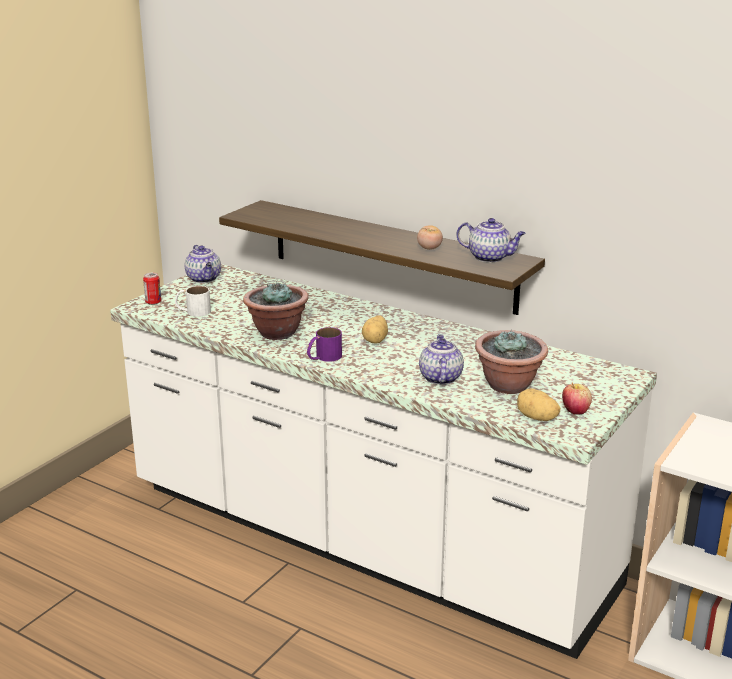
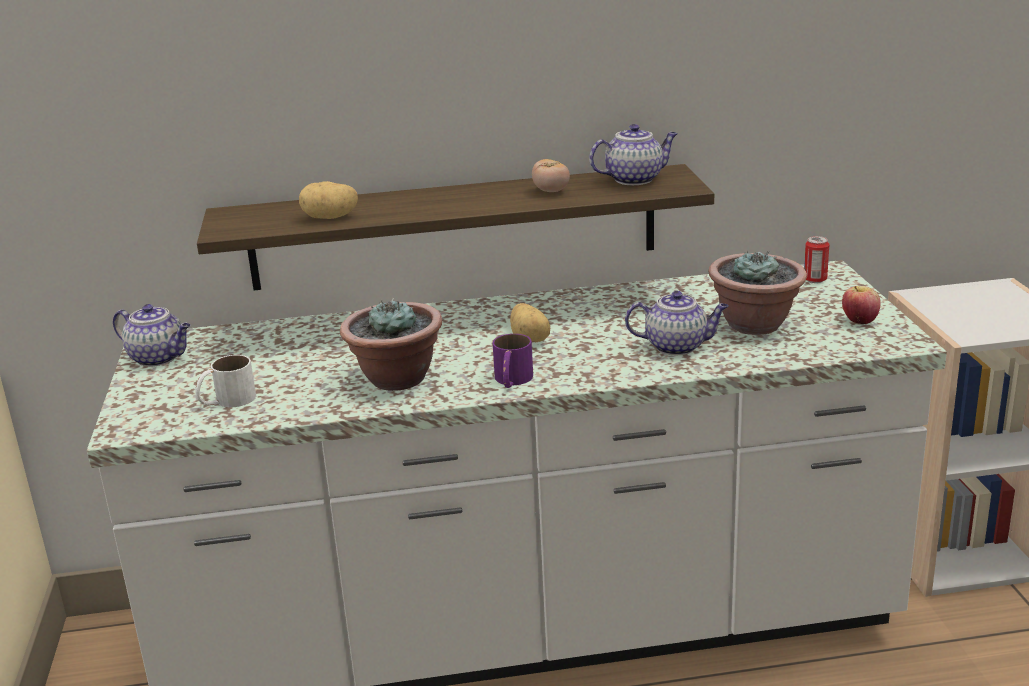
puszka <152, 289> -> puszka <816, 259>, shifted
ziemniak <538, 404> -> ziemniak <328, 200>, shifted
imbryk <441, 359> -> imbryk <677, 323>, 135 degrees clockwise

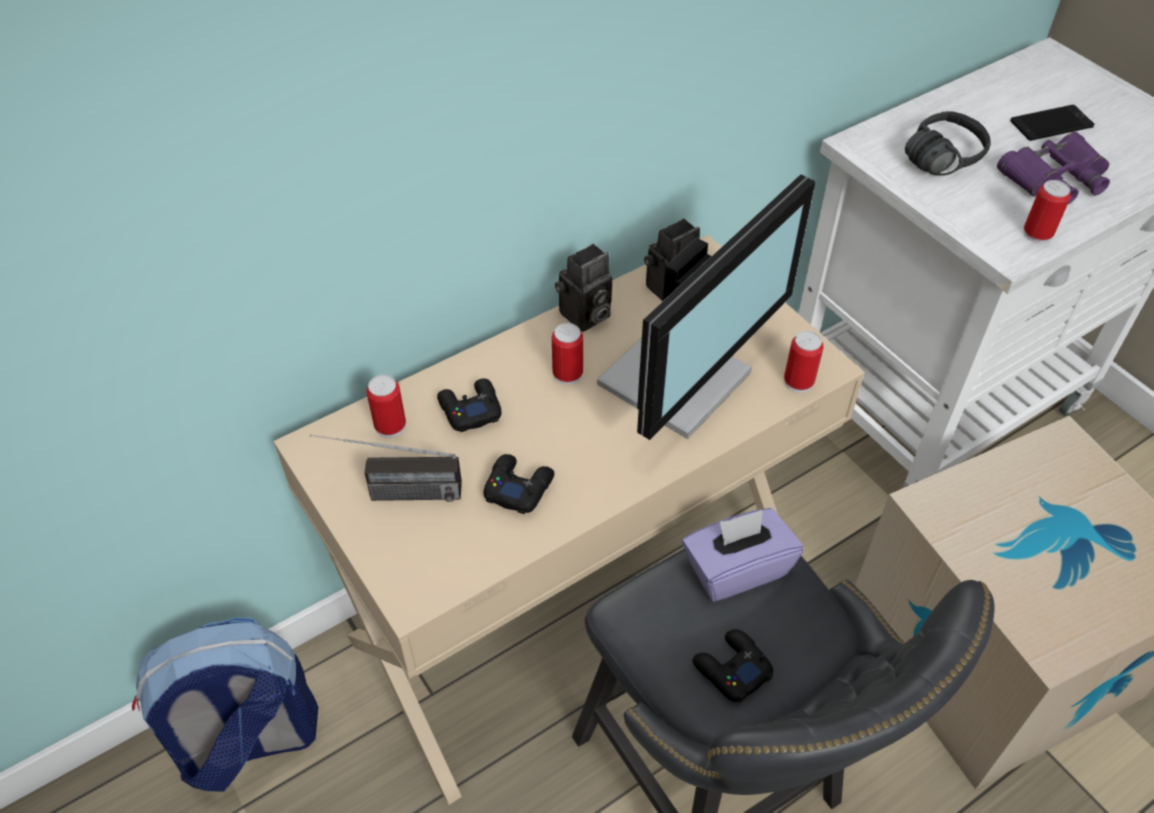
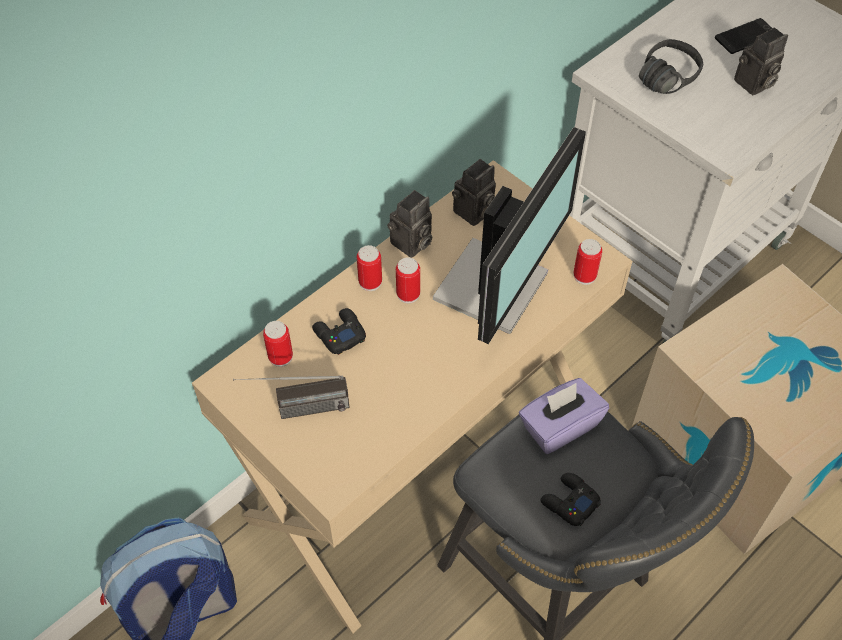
pad do gier (czarny) <519, 484> -> none
puszka <1047, 211> -> puszka <369, 268>, shifted
lornetka (fioletowy) <1053, 168> -> aparat fotograficzny <761, 61>

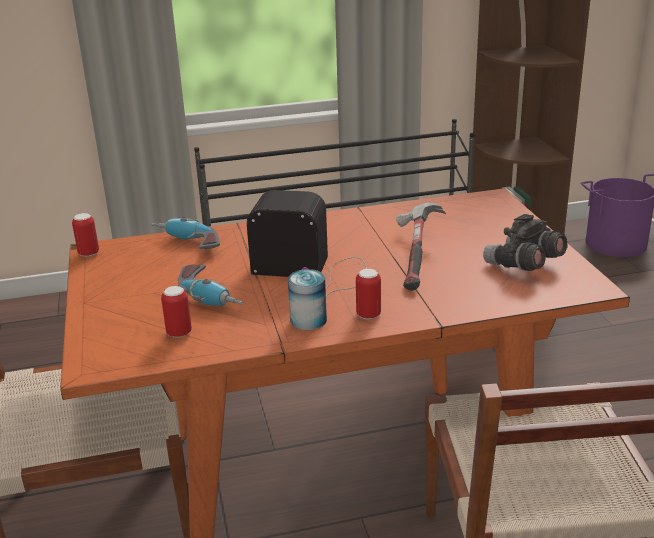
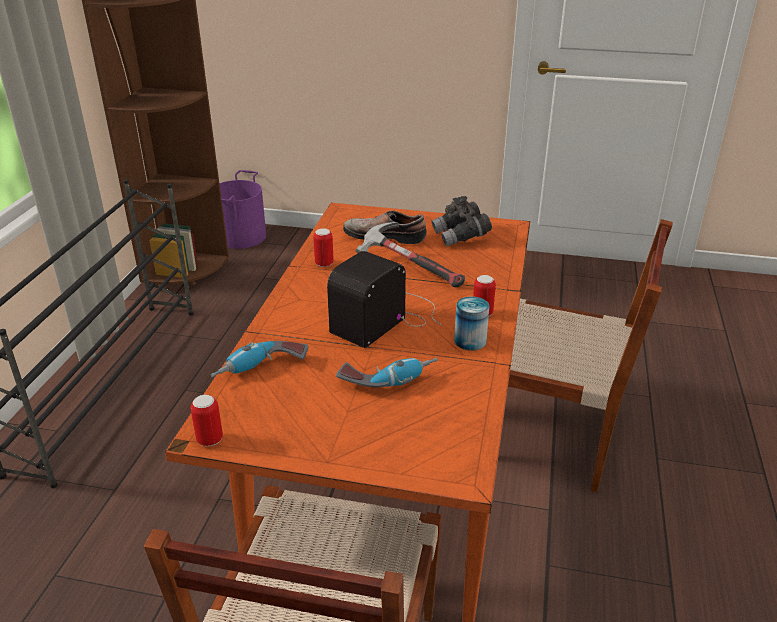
none -> but <385, 227>
puszka <176, 312> -> puszka <323, 247>, shifted

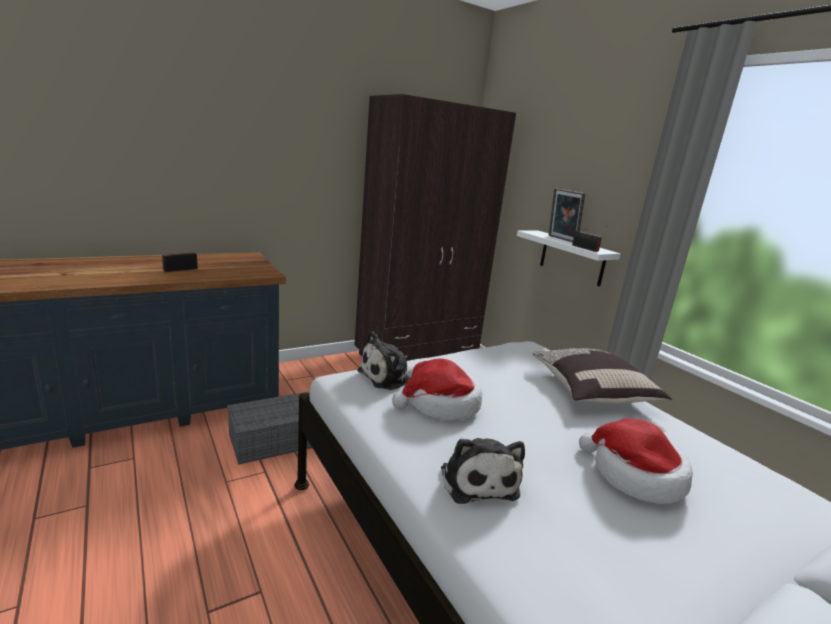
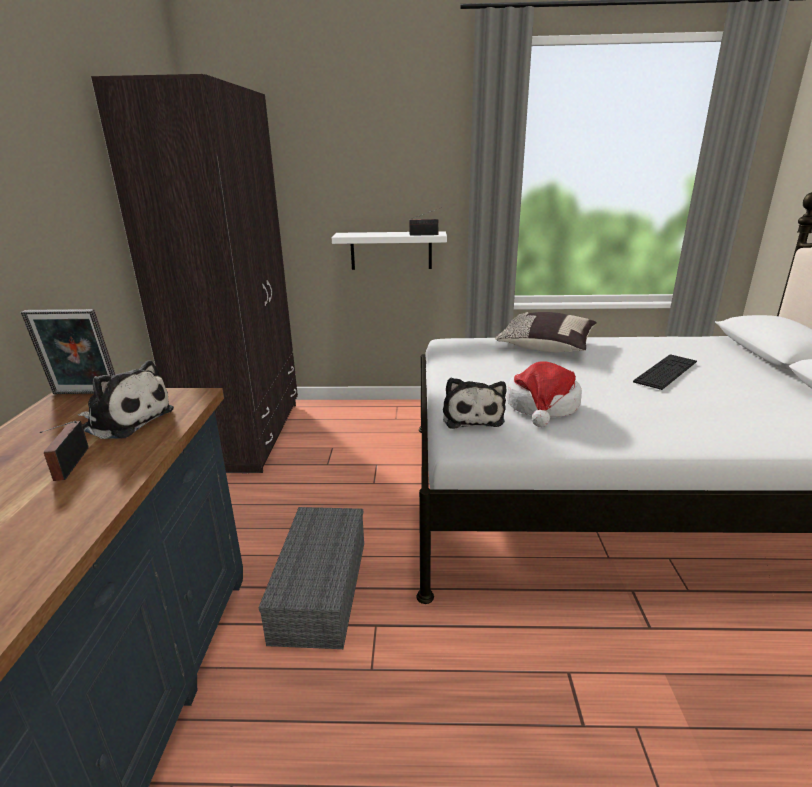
pluszak <483, 471> -> pluszak <126, 399>, shifted
ramka na zdjęcie <567, 215> -> ramka na zdjęcie <68, 351>, shifted
kapelusz <636, 461> -> klawiatura <665, 372>

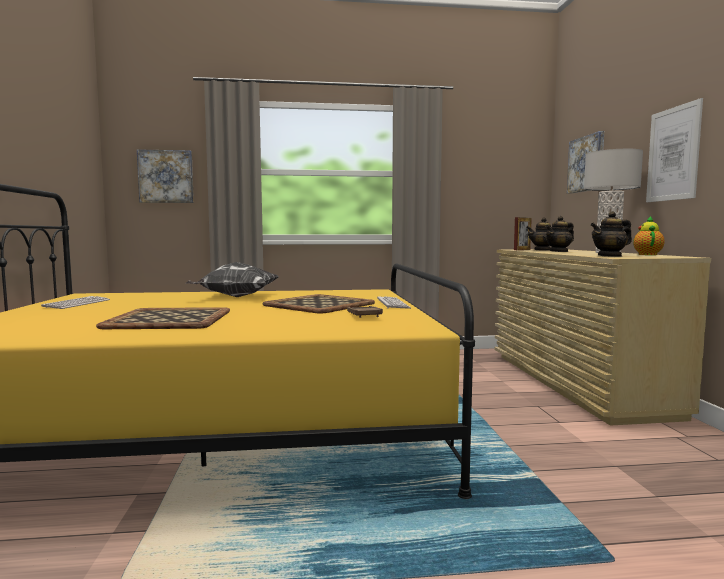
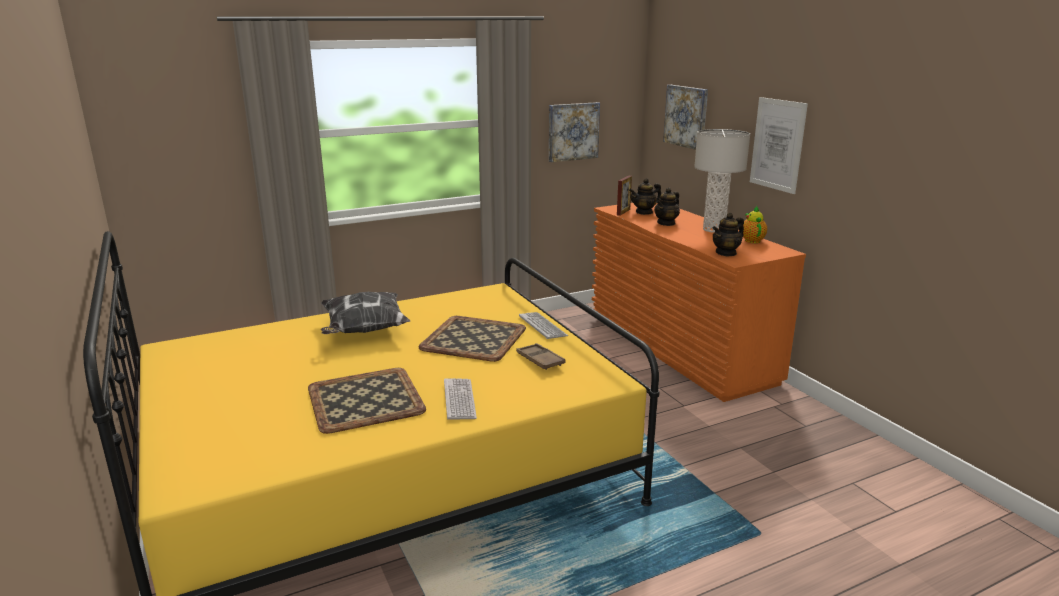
klawiatura <75, 302> -> klawiatura <460, 399>, shifted
obraz <165, 176> -> obraz <574, 132>, shifted
komoda (beżowy) <602, 337> -> komoda (pomarańczowy) <699, 302>

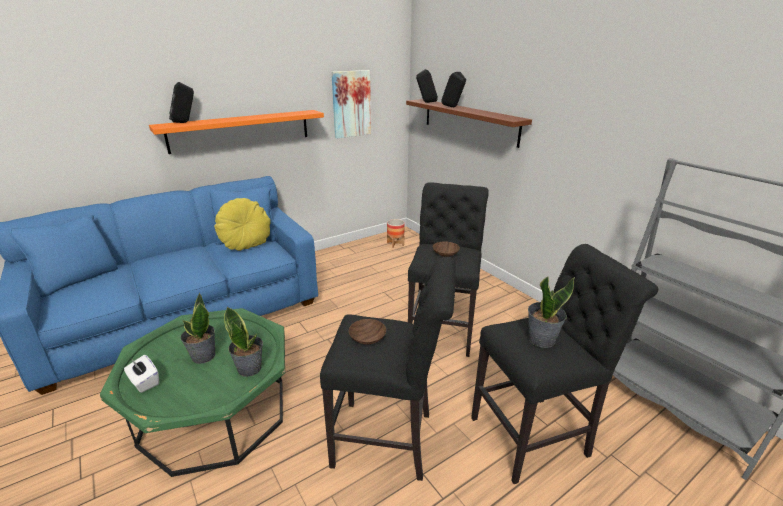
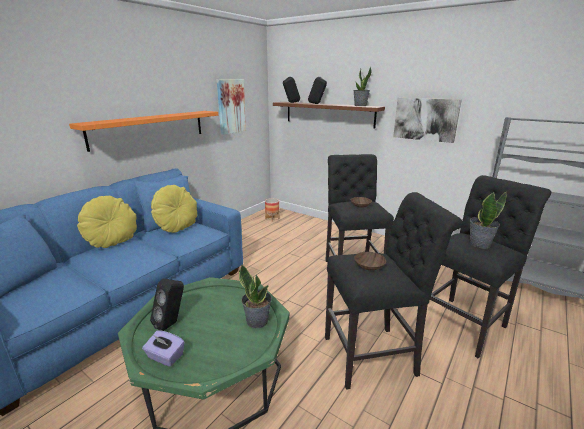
none -> poduszka (żółty) <107, 222>
none -> obraz <427, 120>
głośnik (czarny) <181, 102> -> głośnik (czarny) <167, 304>, shifted
roślina doniczkowa <198, 328> -> roślina doniczkowa <362, 86>, shifted
pudełko chusteczek (biały) <141, 374> -> pudełko chusteczek (fioletowy) <163, 349>

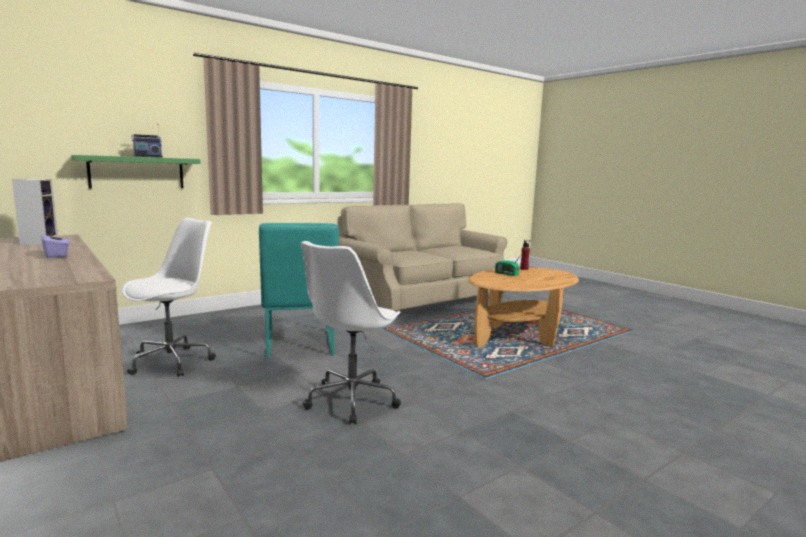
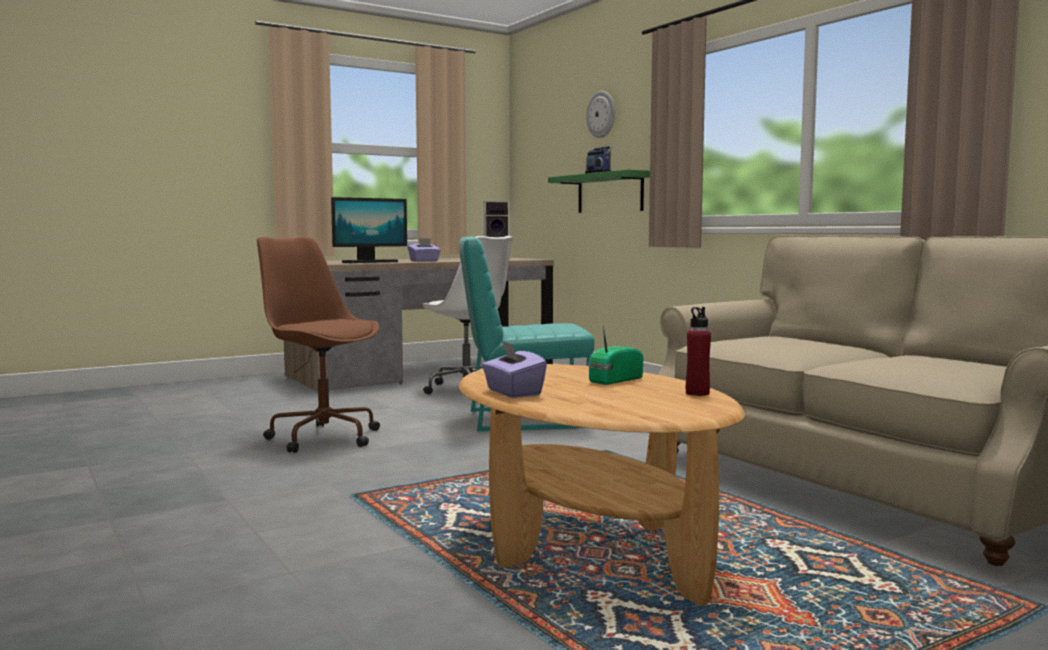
none -> monitor <369, 230>
none -> pudełko chusteczek (fioletowy) <514, 369>
none -> zegar ścienny <600, 114>
krzesło biurowe (biały) <351, 332> -> krzesło biurowe (brązowy) <318, 345>

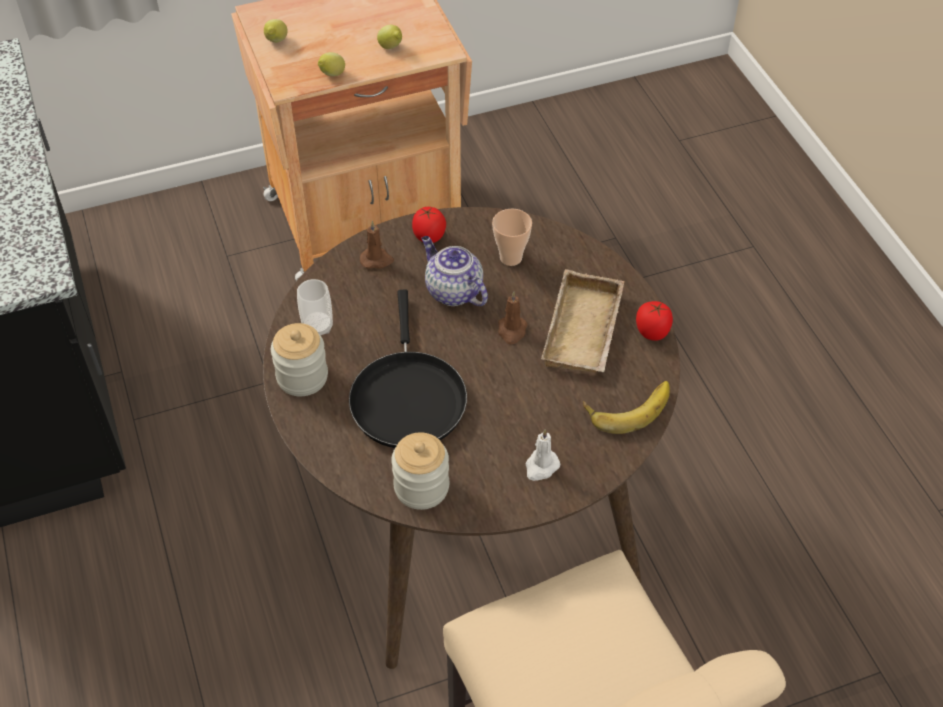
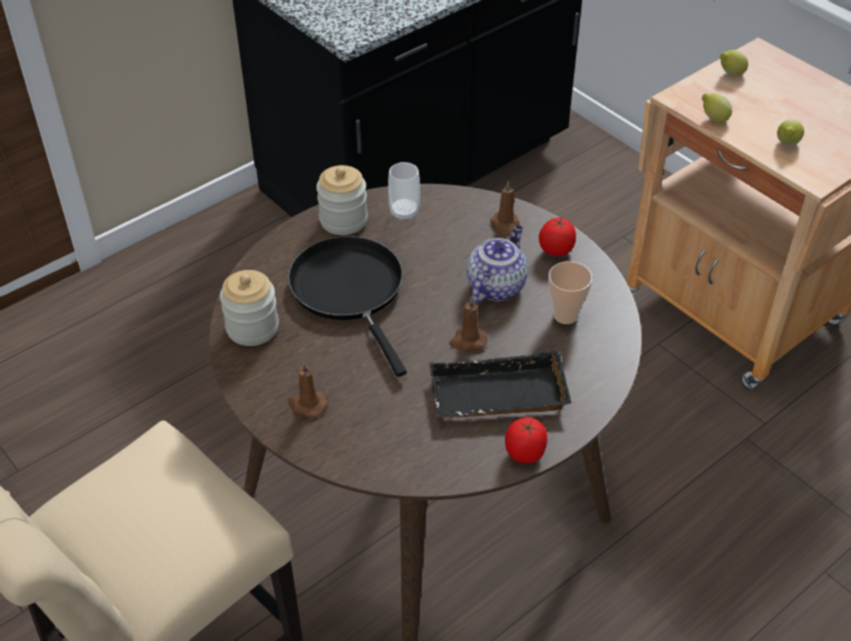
banan <626, 407> -> none
świeca (biały) <542, 455> -> świeca (brązowy) <307, 390>
taca (beżowy) <583, 321> -> taca (czarny) <500, 384>
patelnia (czarny) <408, 369> -> patelnia (czarny) <347, 306>, 90 degrees clockwise

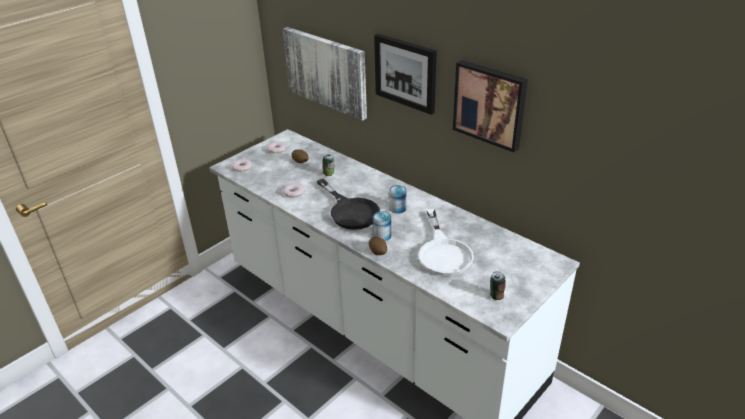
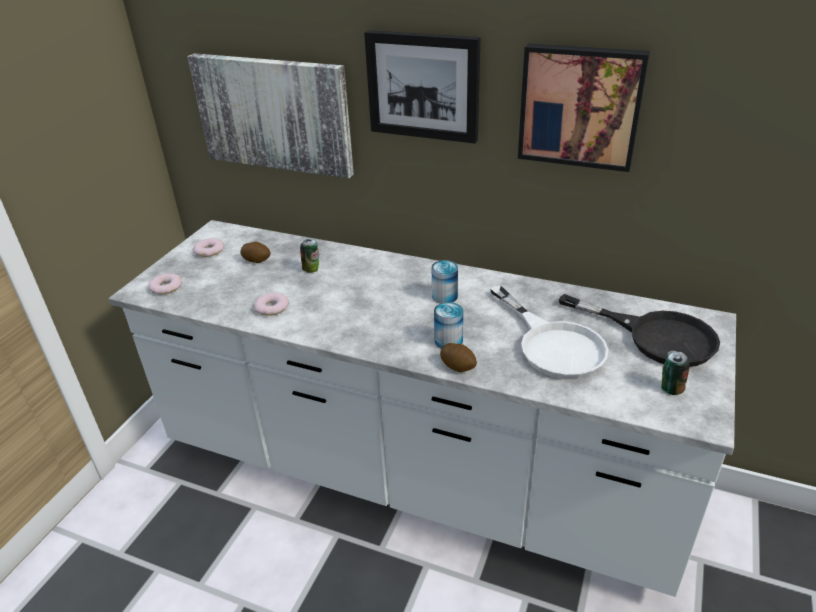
patelnia (czarny) <348, 204> -> patelnia (czarny) <639, 330>, shifted

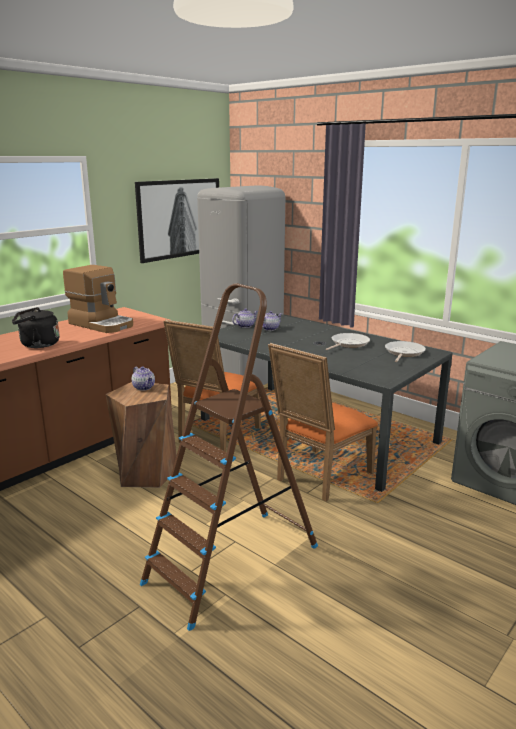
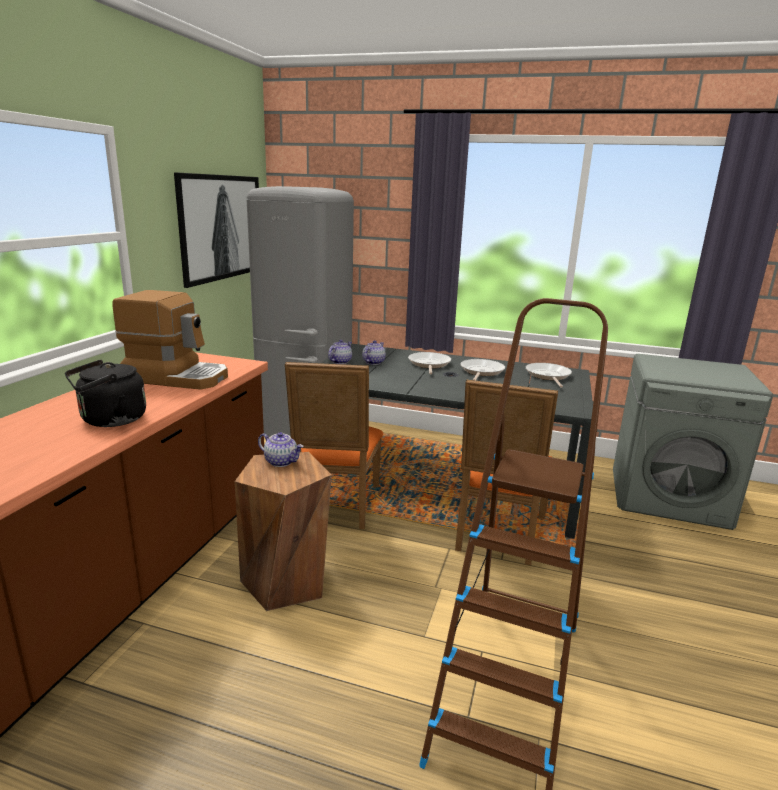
none -> patelnia <429, 363>

